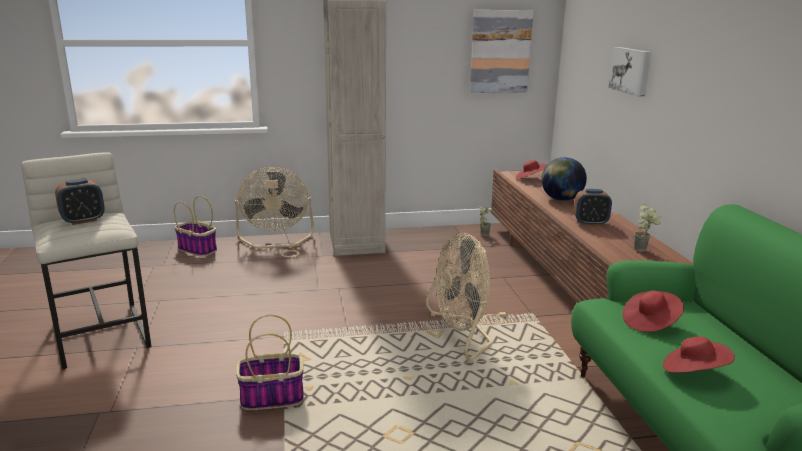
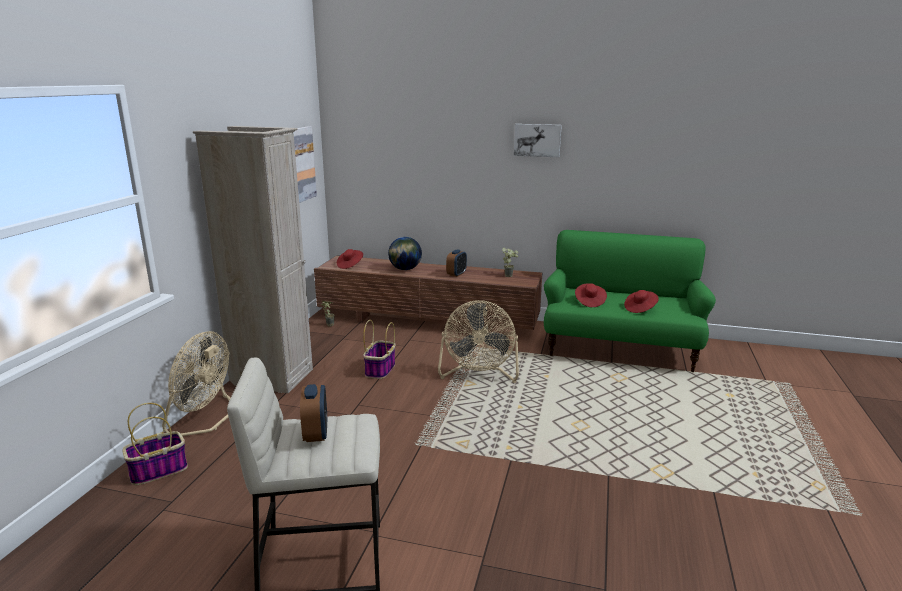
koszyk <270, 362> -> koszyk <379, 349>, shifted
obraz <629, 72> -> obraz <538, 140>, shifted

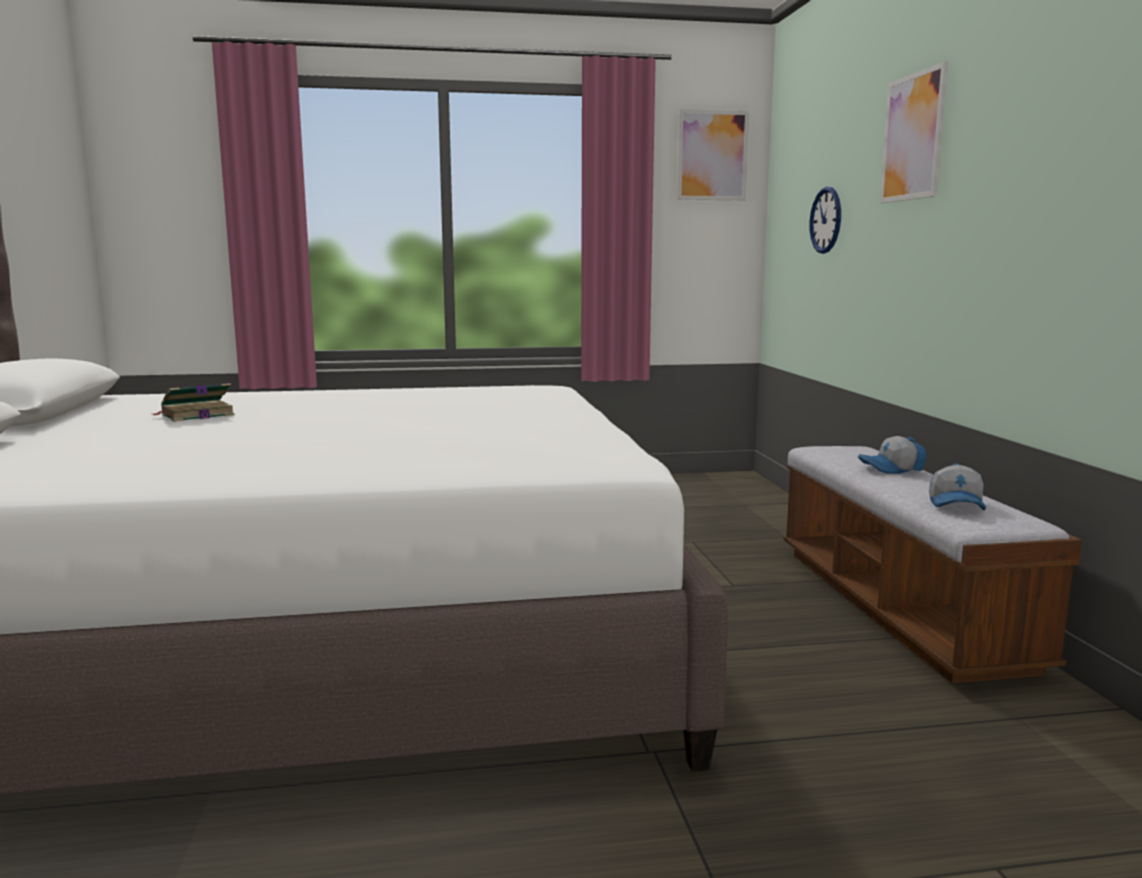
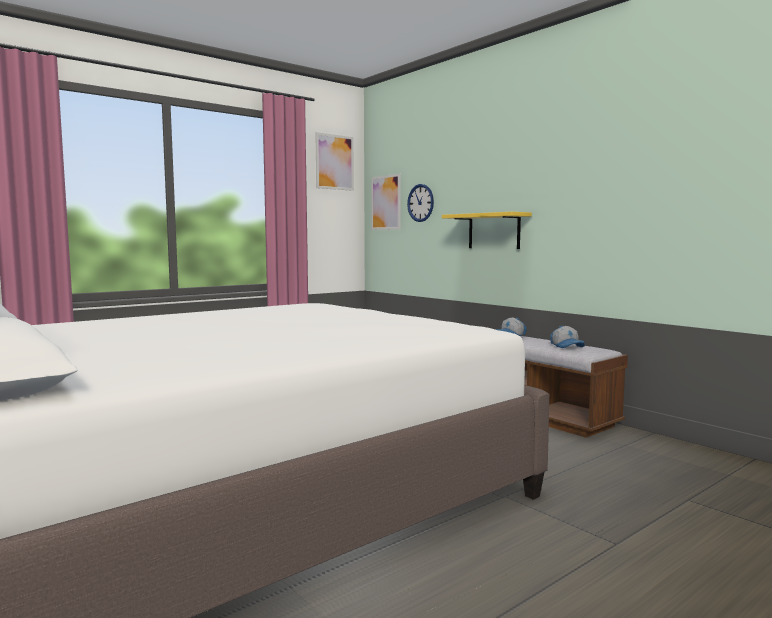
książka <194, 402> -> none
none -> półka (żółty) <487, 230>
obraz <914, 132> -> obraz <386, 202>, shifted

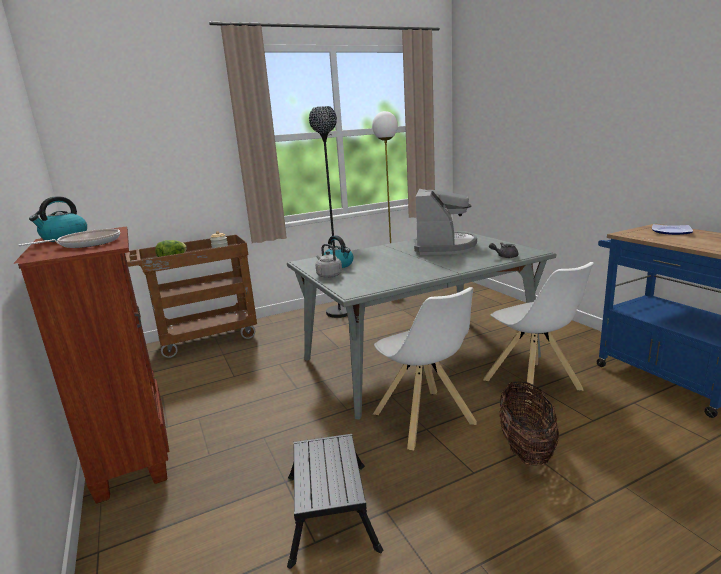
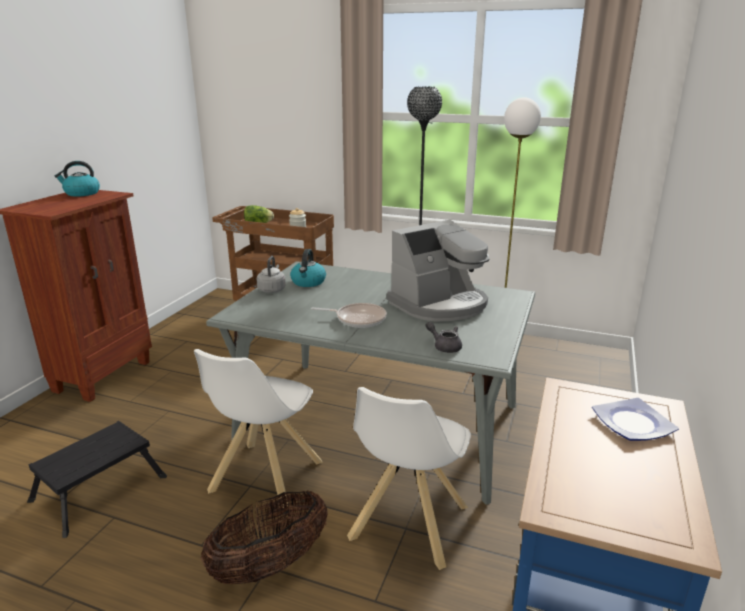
patelnia <69, 238> -> patelnia <349, 315>, shifted

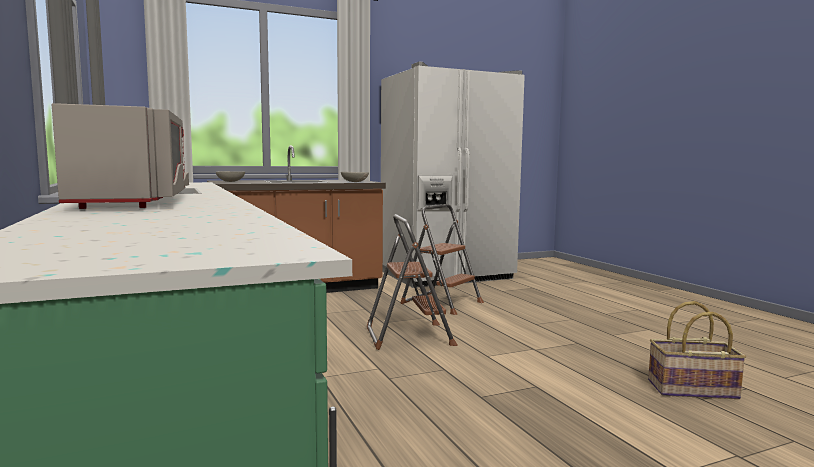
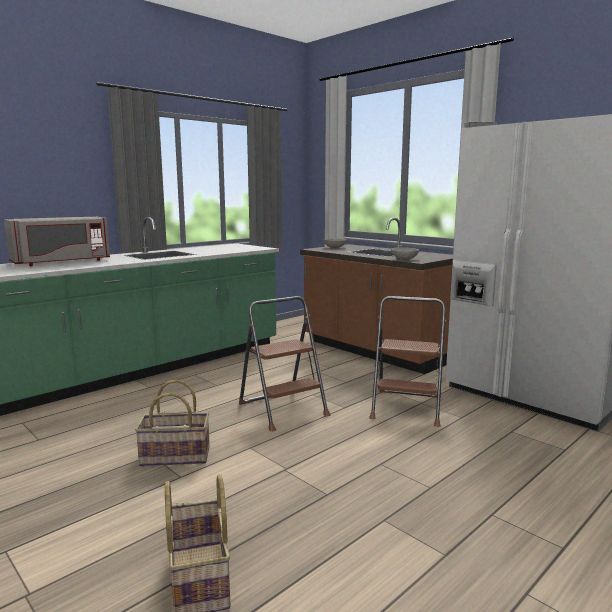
none -> koszyk <172, 422>

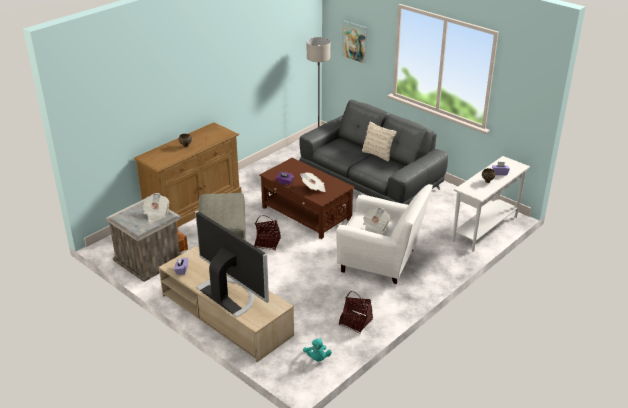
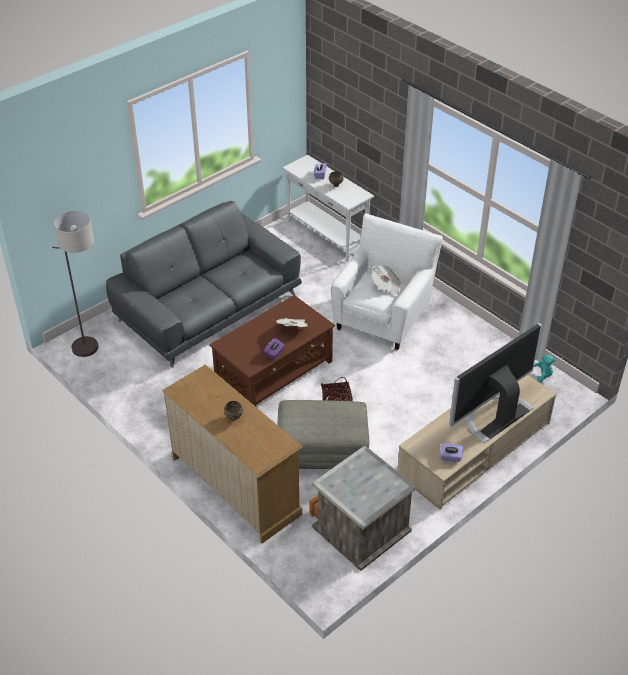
gazeta <156, 207> -> none
koszyk <356, 312> -> none
obraz <355, 42> -> none
poduszka (beżowy) <379, 141> -> none

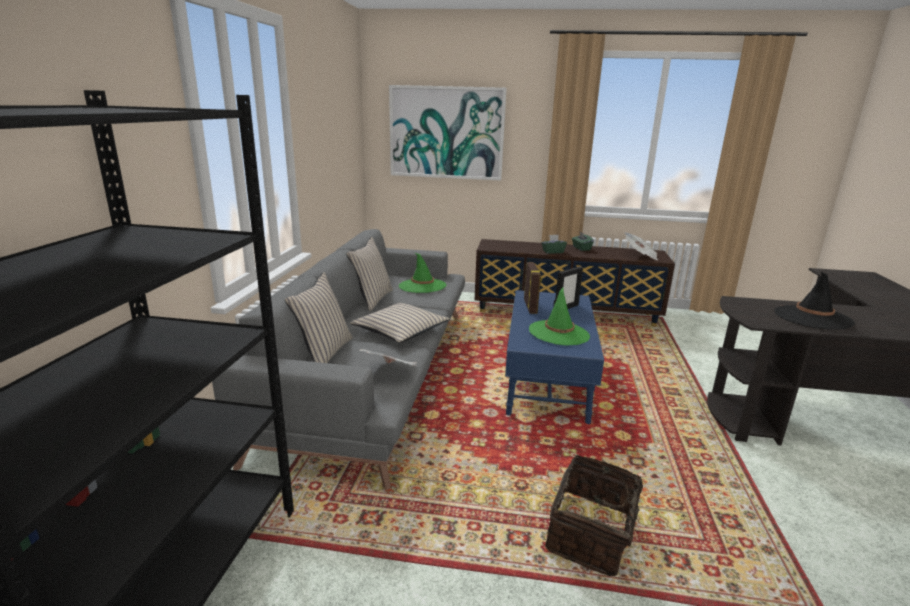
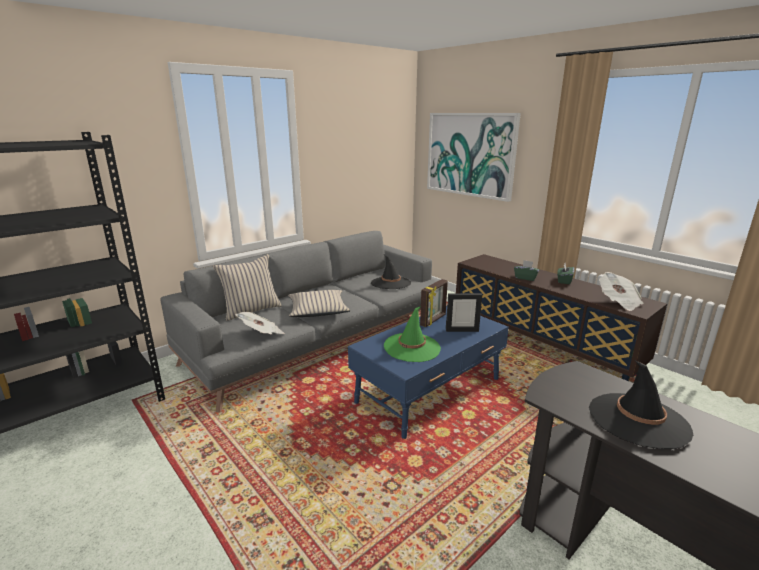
poduszka (beżowy) <369, 274> -> none
koszyk <602, 515> -> none
kapelusz (zielony) <422, 273> -> kapelusz (czarny) <391, 272>

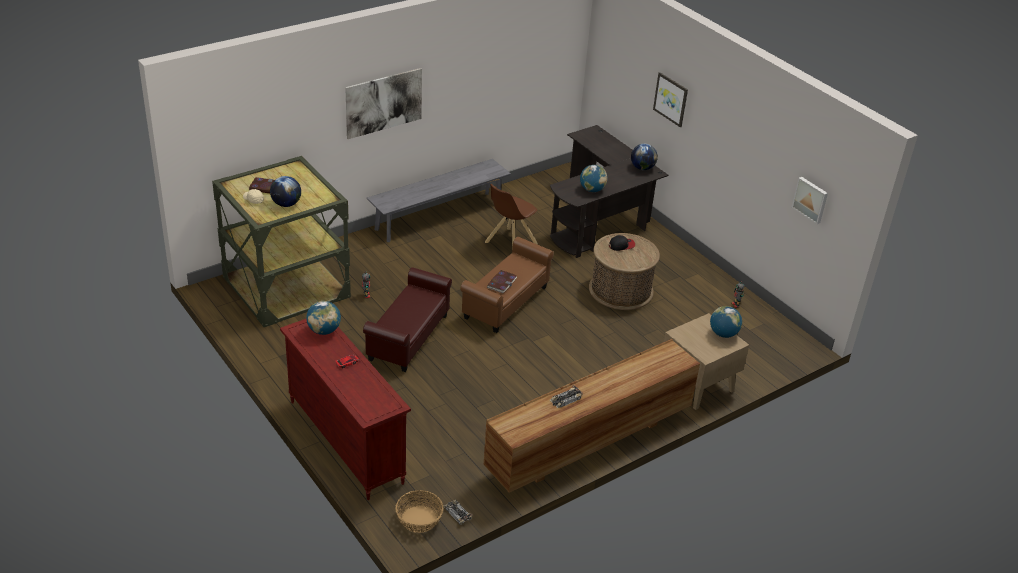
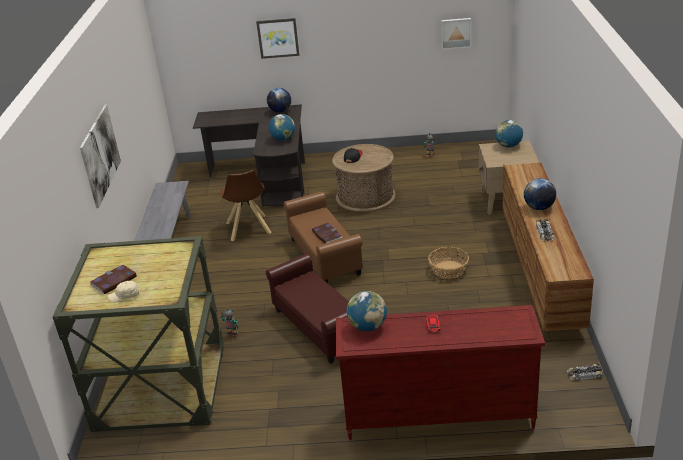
globus <285, 191> -> globus <540, 194>, shifted
koszyk <419, 511> -> koszyk <448, 262>, shifted

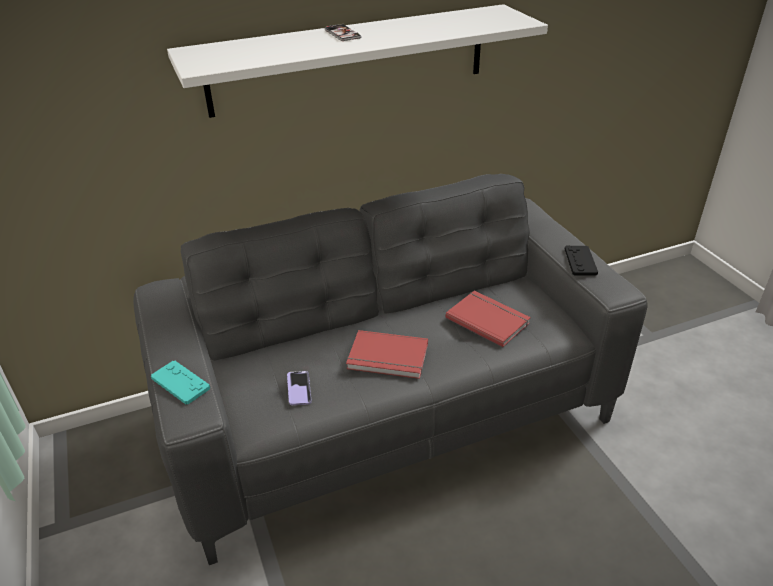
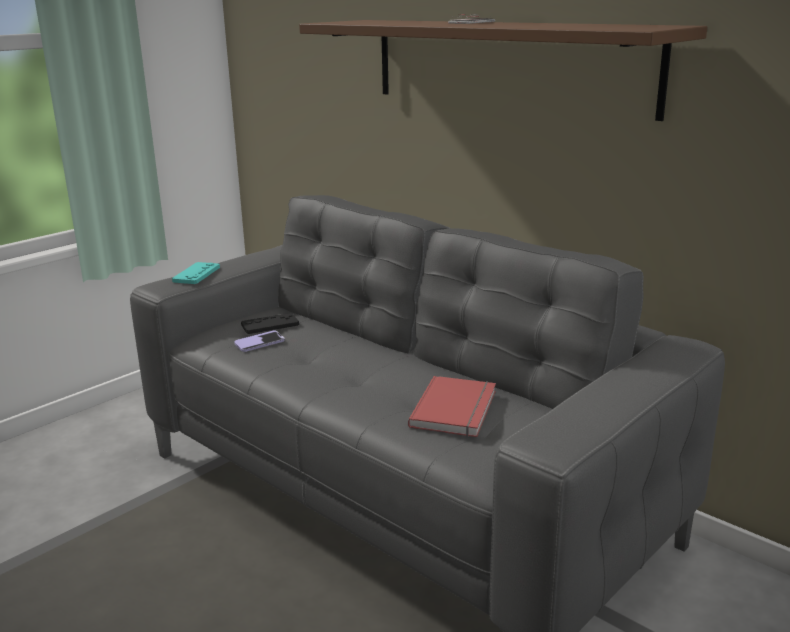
książka (czerwony) <387, 354> -> none
pad do gier (czarny) <581, 261> -> pad do gier (czarny) <270, 323>, shifted
półka (biały) <357, 61> -> półka (brązowy) <503, 70>

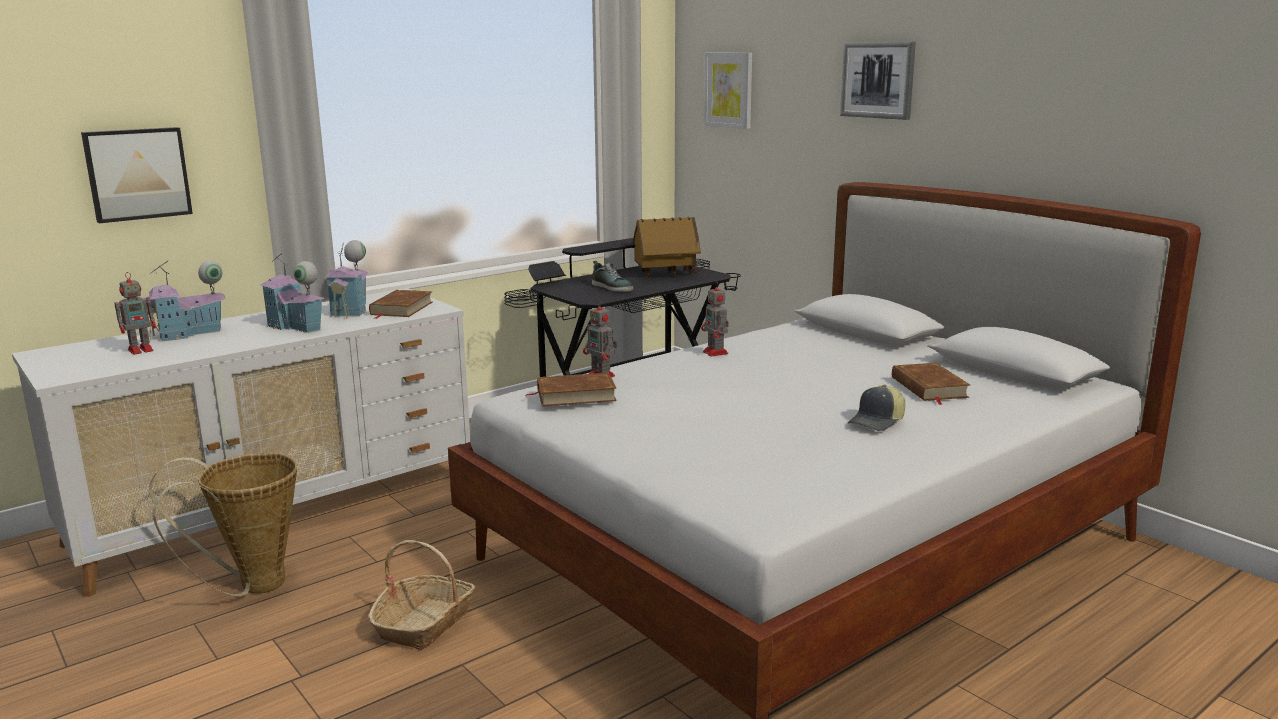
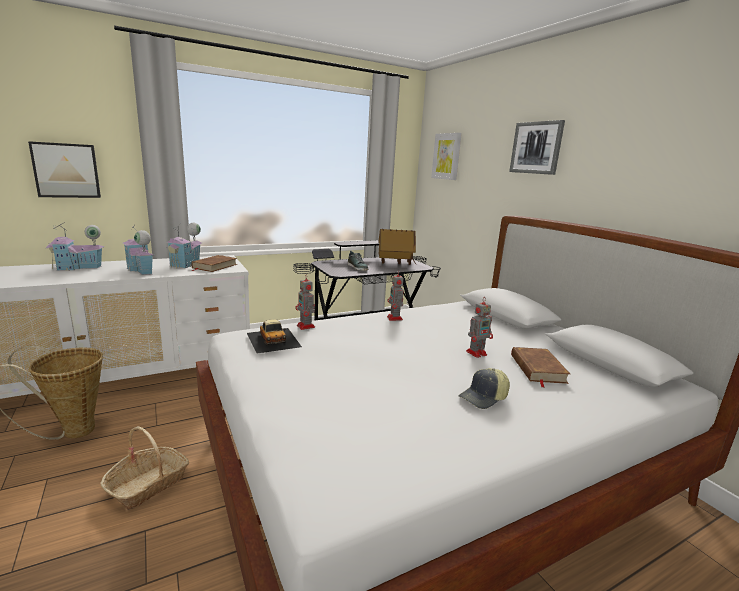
robot zabawkowy <135, 313> -> robot zabawkowy <479, 328>, shifted
książka (brązowy) <571, 389> -> samochodzik <274, 336>

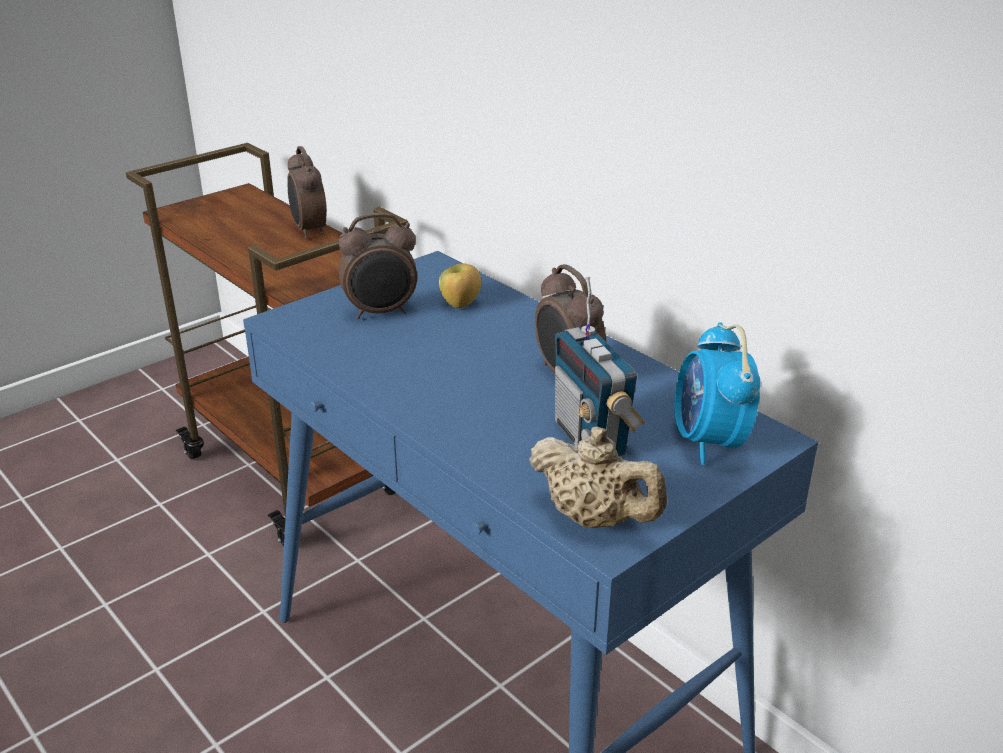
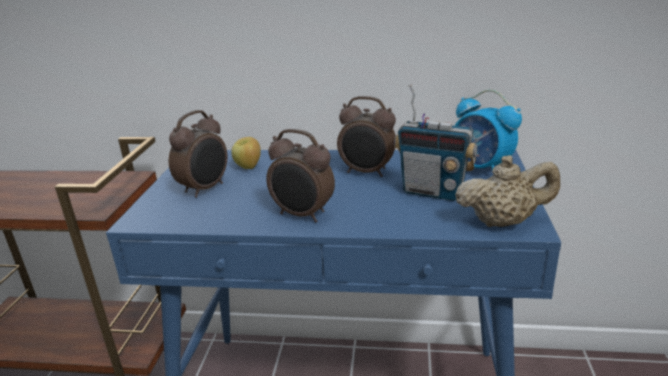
budzik <307, 192> -> budzik <300, 175>, shifted

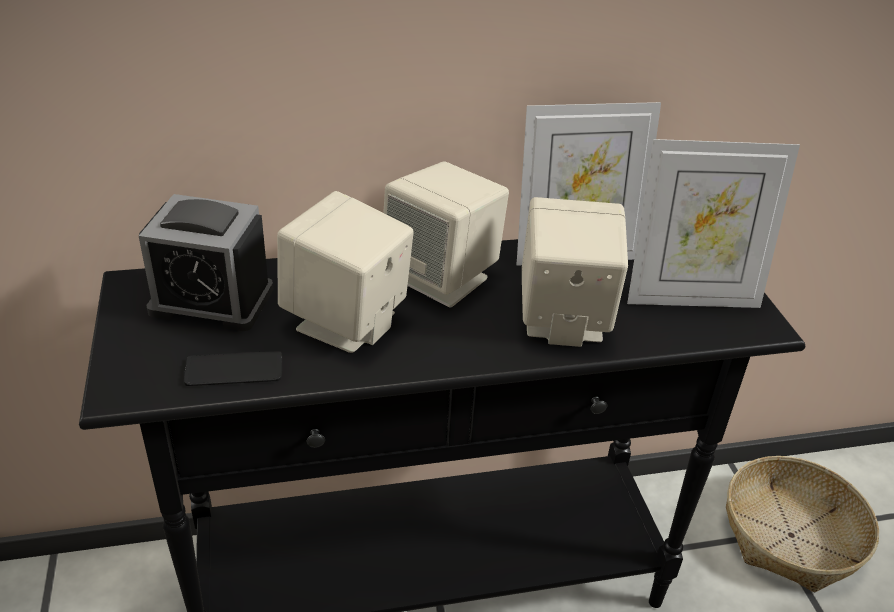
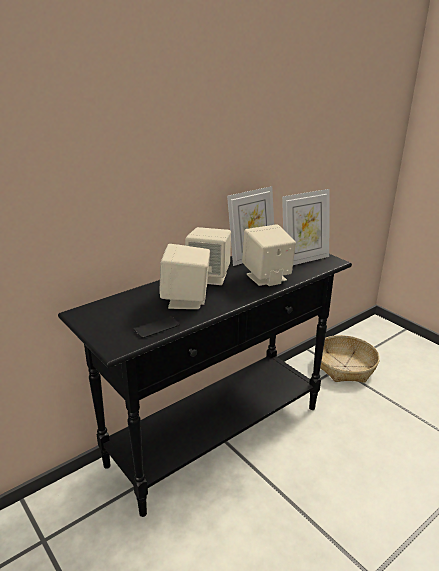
budzik <206, 262> -> none

